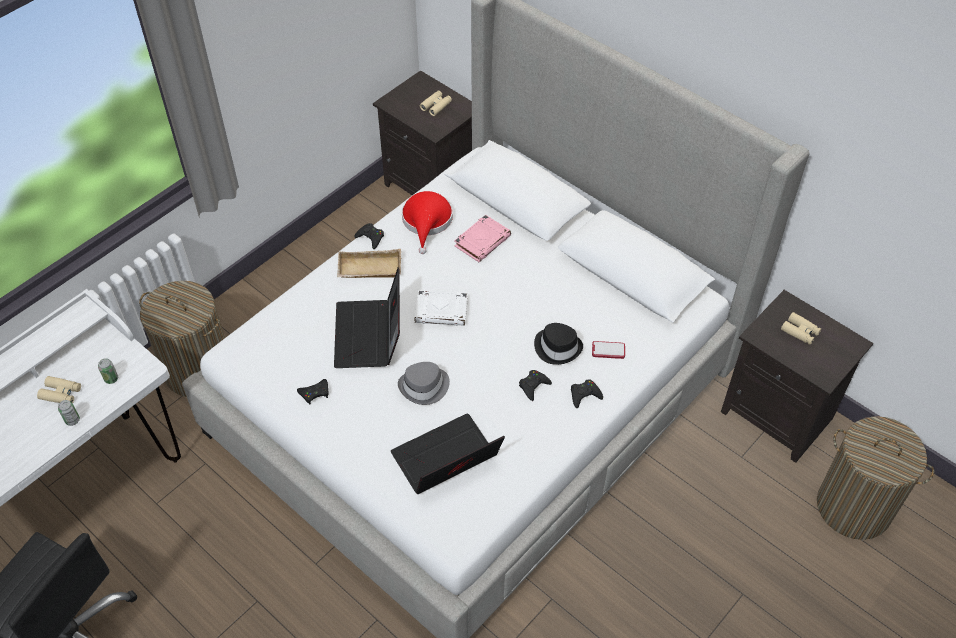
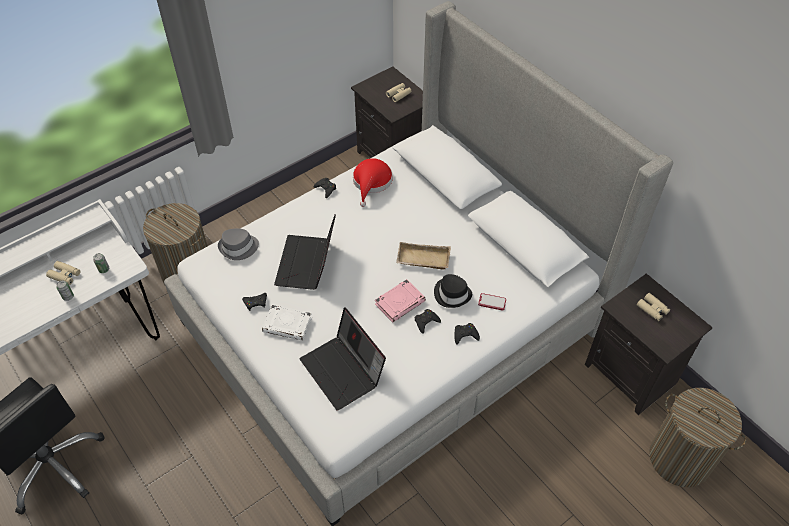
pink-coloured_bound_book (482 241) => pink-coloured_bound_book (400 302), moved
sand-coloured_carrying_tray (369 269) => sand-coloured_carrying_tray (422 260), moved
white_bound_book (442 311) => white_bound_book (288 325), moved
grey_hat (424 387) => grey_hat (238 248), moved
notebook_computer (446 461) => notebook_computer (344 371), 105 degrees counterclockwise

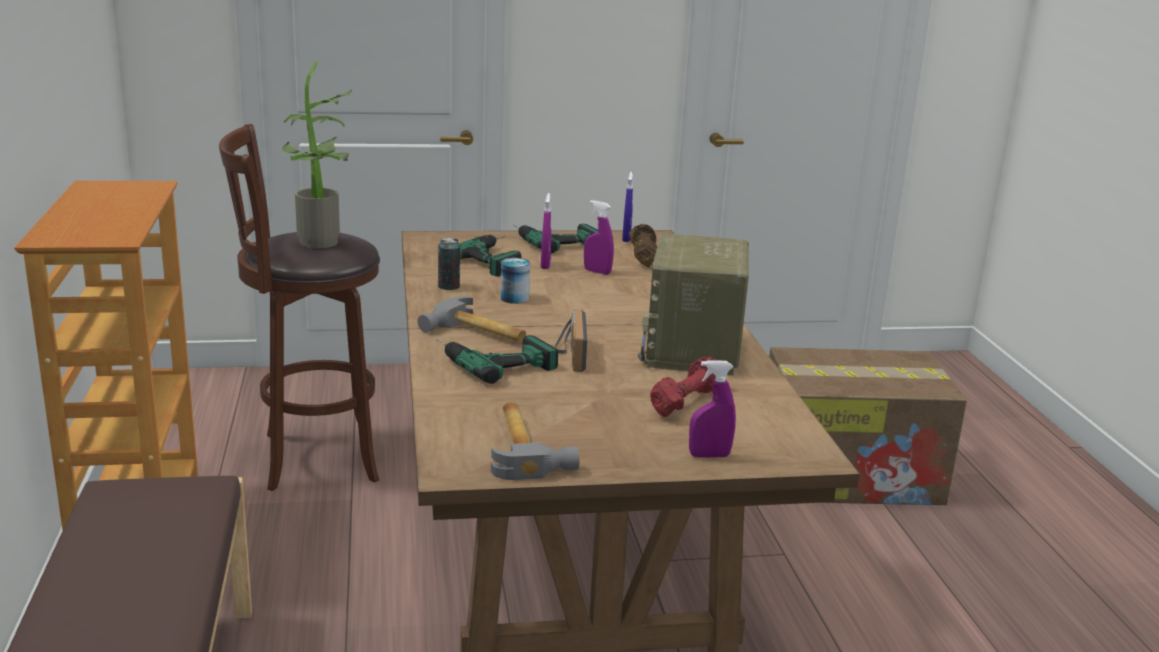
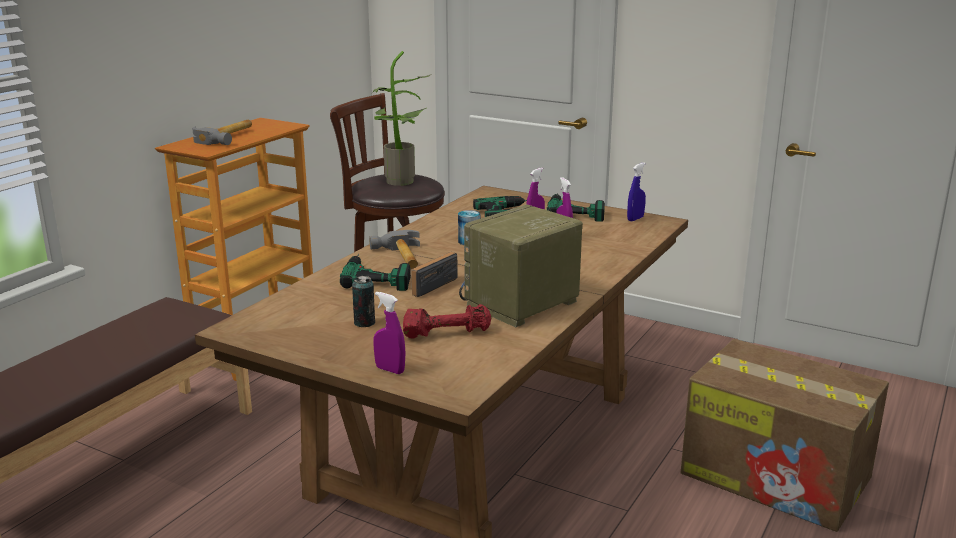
brownish_hand_weight (643 257) => nothing
metal_can (449 287) => metal_can (364 323), moved
hammer (526 447) => hammer (229 137), moved

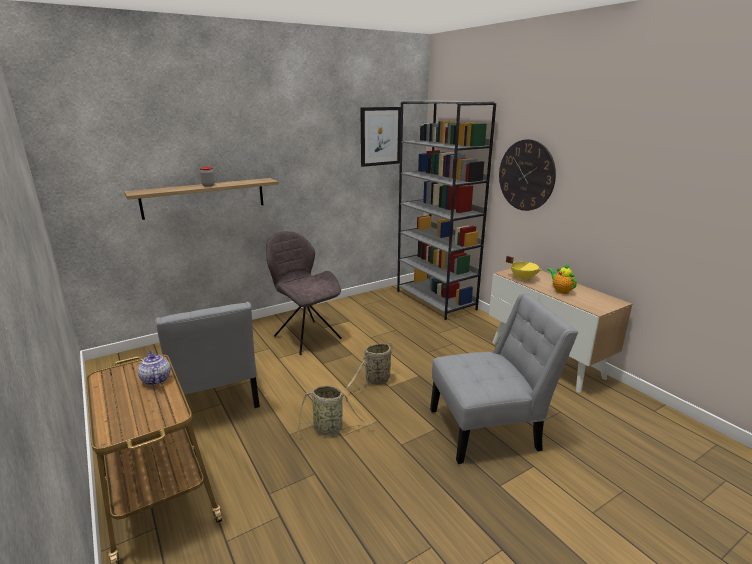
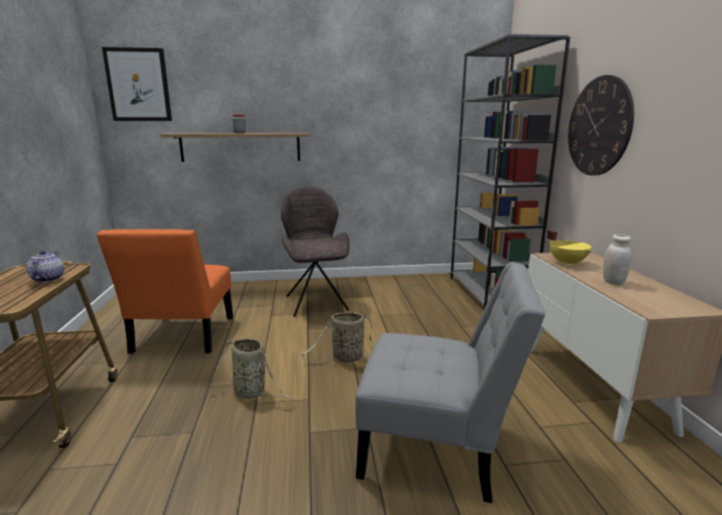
wall_picture (380 136) => wall_picture (138 85), moved
teapot (561 290) => white_preserve_jar (613 282)
grey_chair (215 399) => orange_chair (182 337)

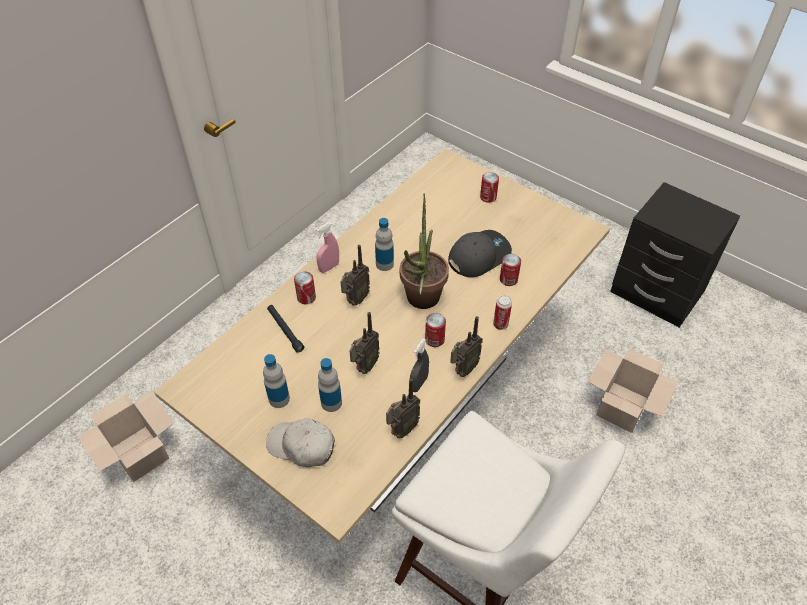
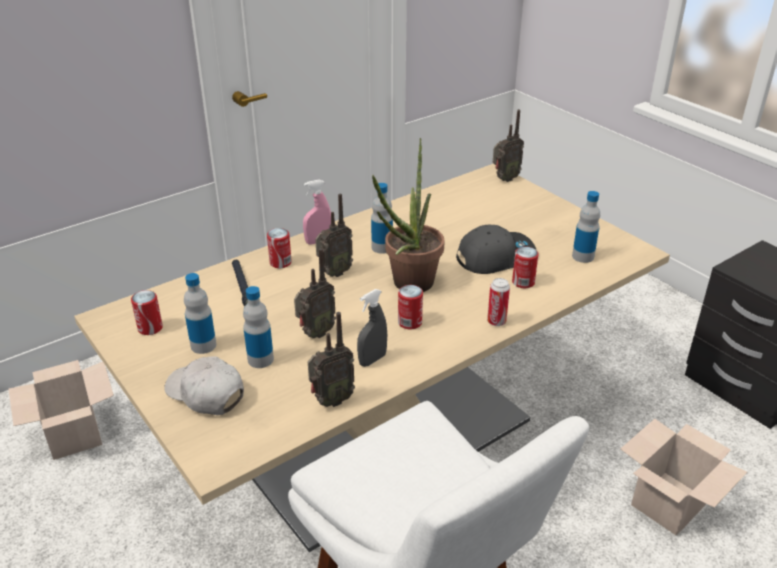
metal_can (488 197) => metal_can (150 328), moved
radio_receiver (463 370) => radio_receiver (504 179), moved
nothing => drink_bottle (583 256)

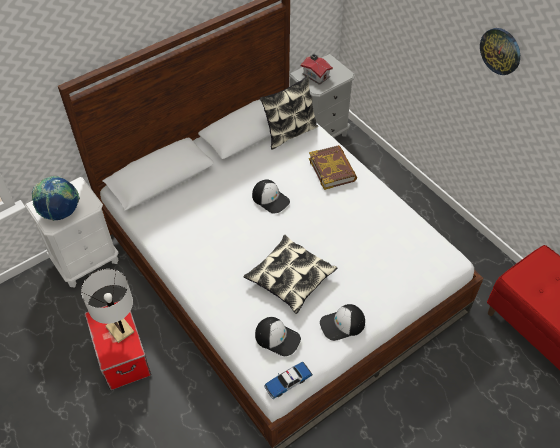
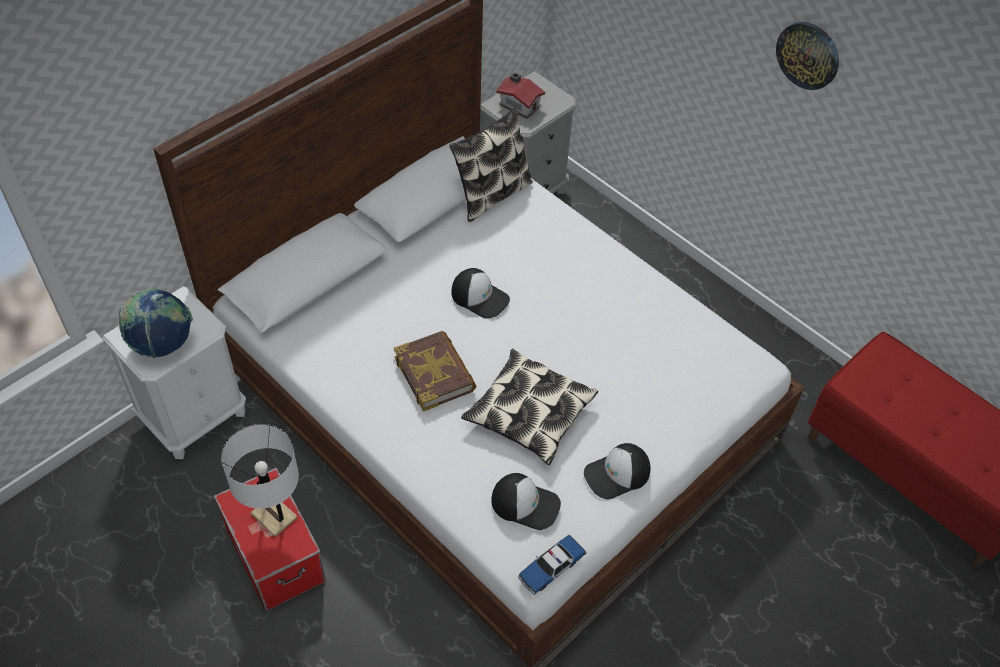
bound_book (332 170) => bound_book (435 374), moved

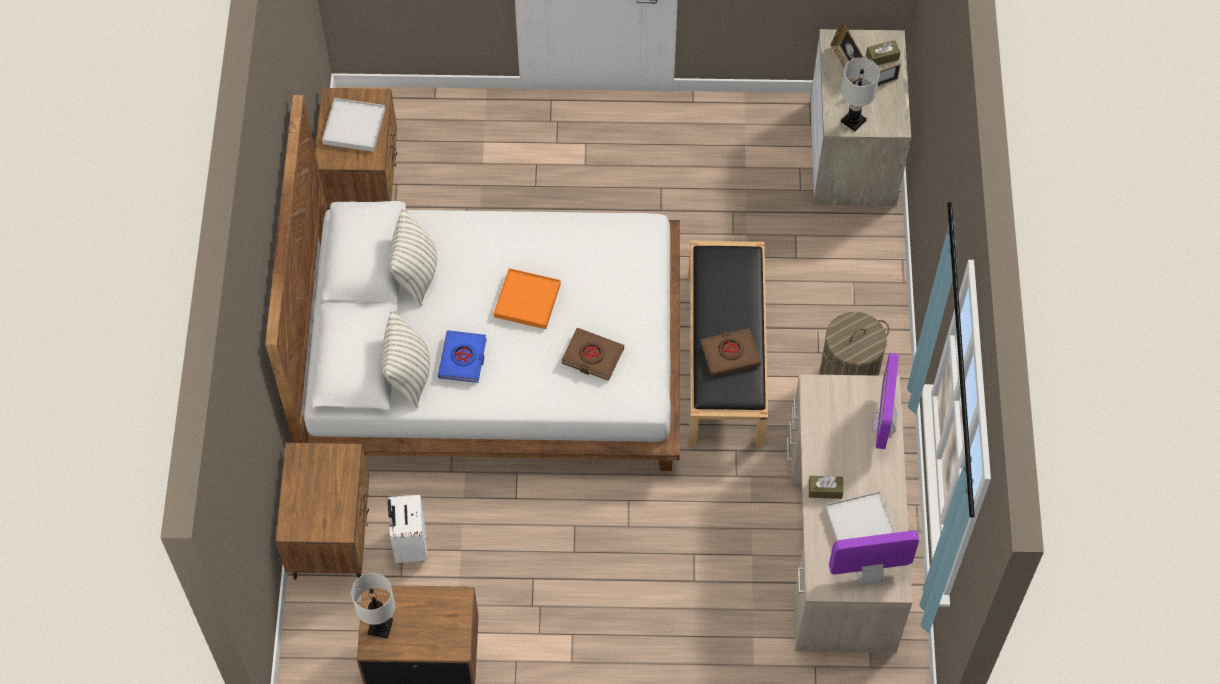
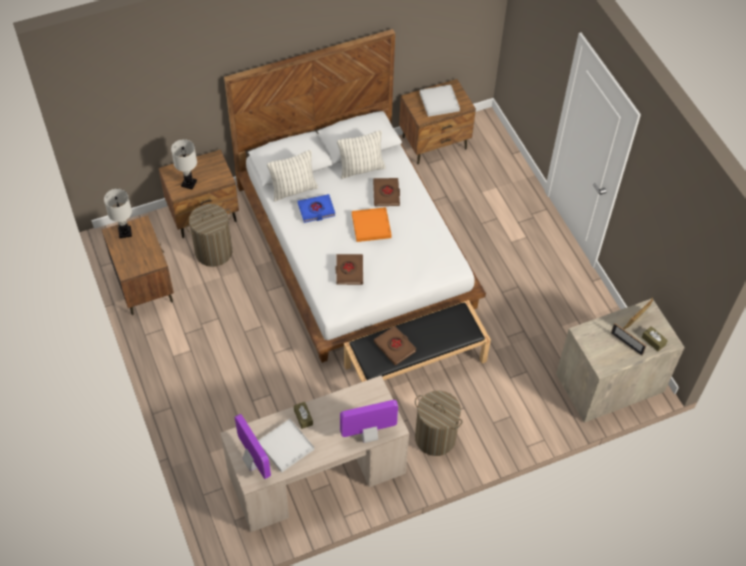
white_tabletop_lamp (853 120) => white_tabletop_lamp (189 183), moved
white_suitcase (409 545) => laundry_basket (214 252)
nothing => brownish_bound_book (386 194)

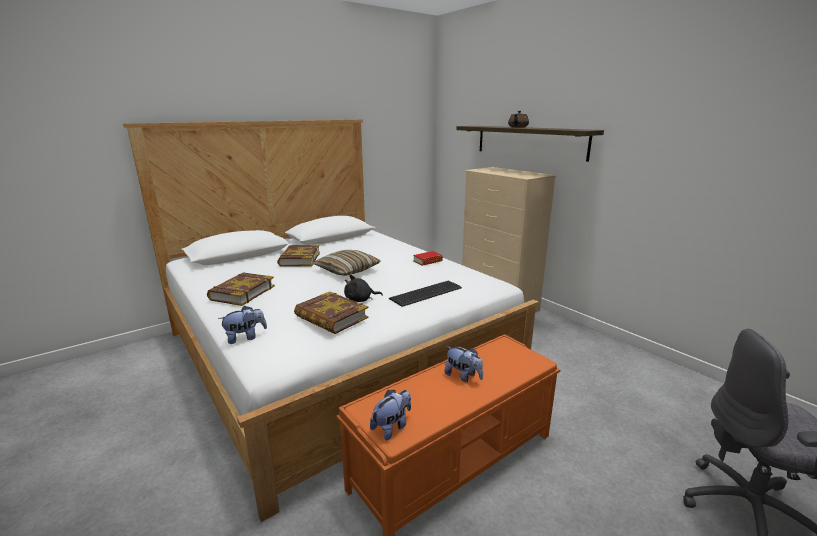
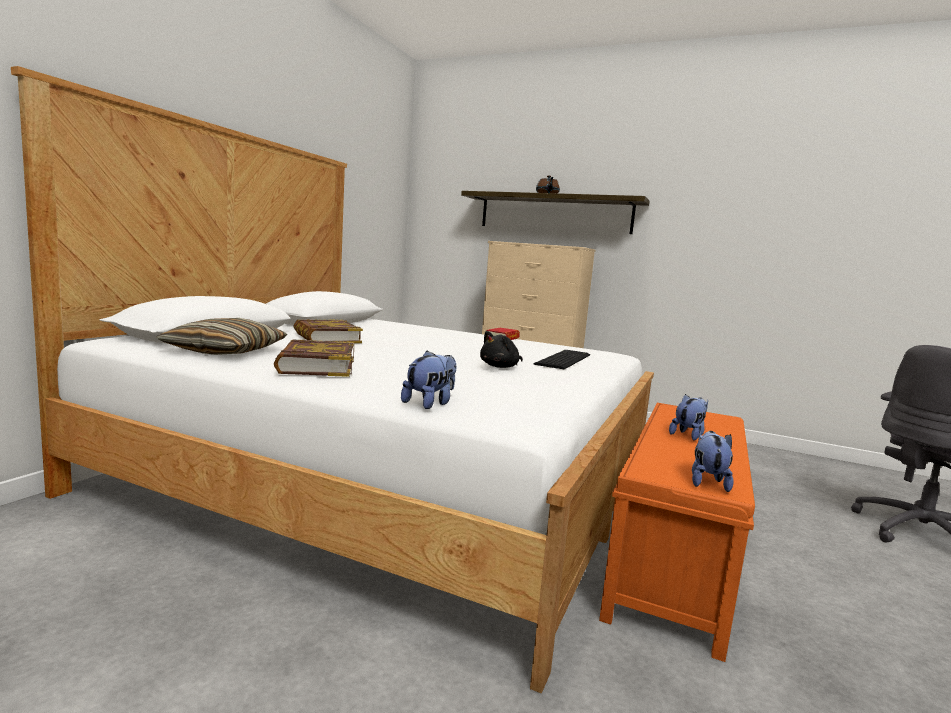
throw_pillow (347 270) => throw_pillow (225 351), moved
bound_book (331 317) => nothing
soft_toy (463 376) => soft_toy (688 435), 60 degrees counterclockwise

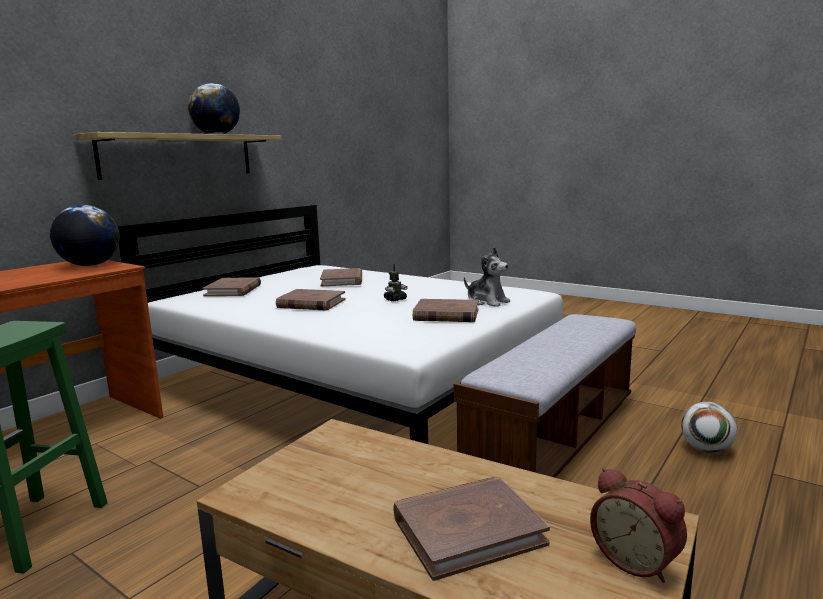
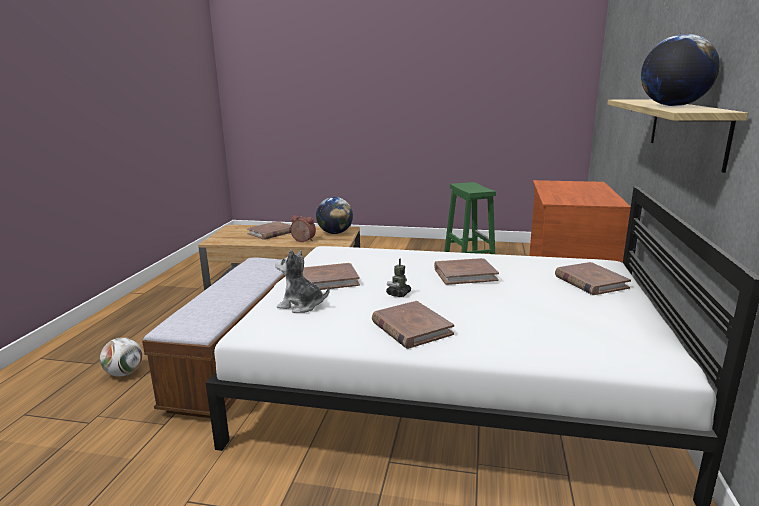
world_globe (90 265) => world_globe (335 233), moved
brownish_bound_book (342 280) => brownish_bound_book (411 328), moved
alarm_clock (637 560) => alarm_clock (302 241), moved

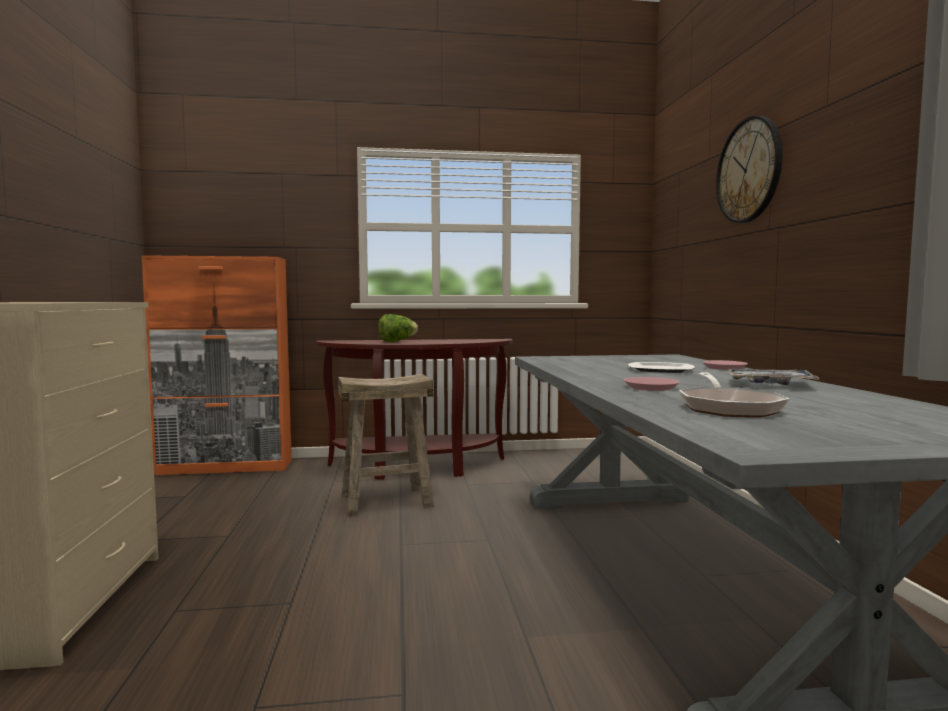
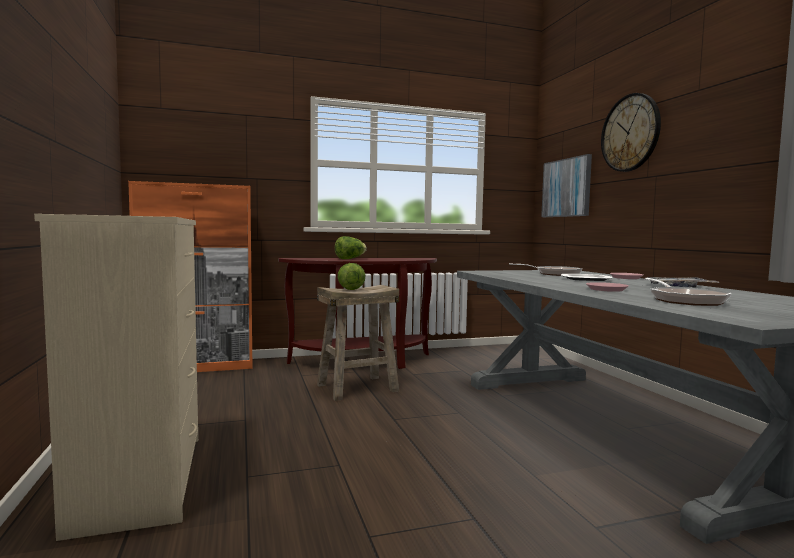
nothing => wall_picture (566 188)
nothing => head_of_lettuce (350 289)
nothing => skillet (554 274)

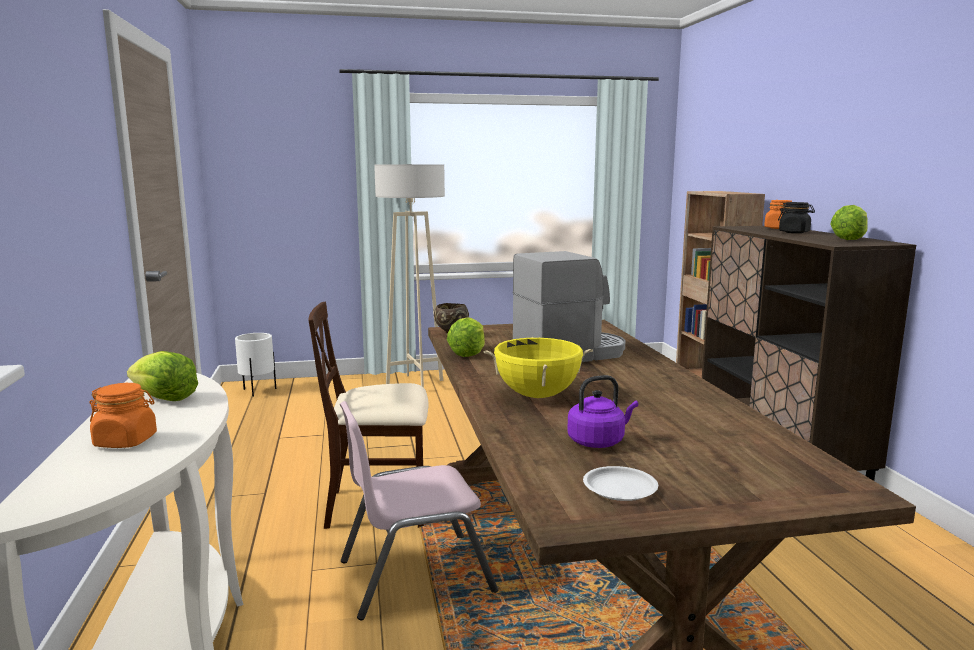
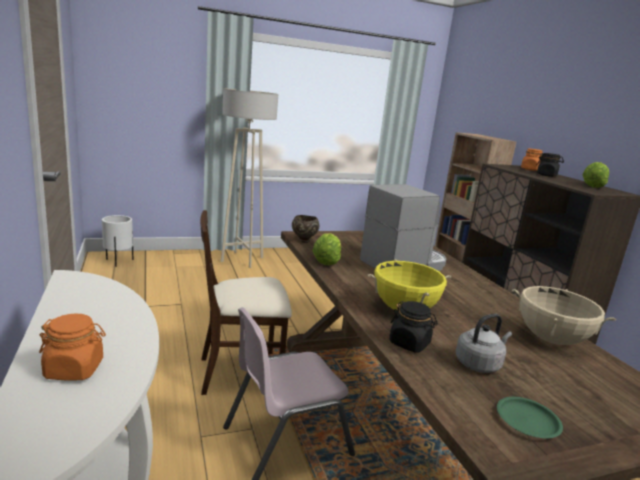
head_of_lettuce (164 398) => nothing
purple_kettle (598 441) => grey_kettle (479 364)
white_flat_dish (619 488) => green_flat_dish (527 421)
nothing => sand-coloured_cooking_pot (551 339)
nothing => black_preserve_jar (409 343)

